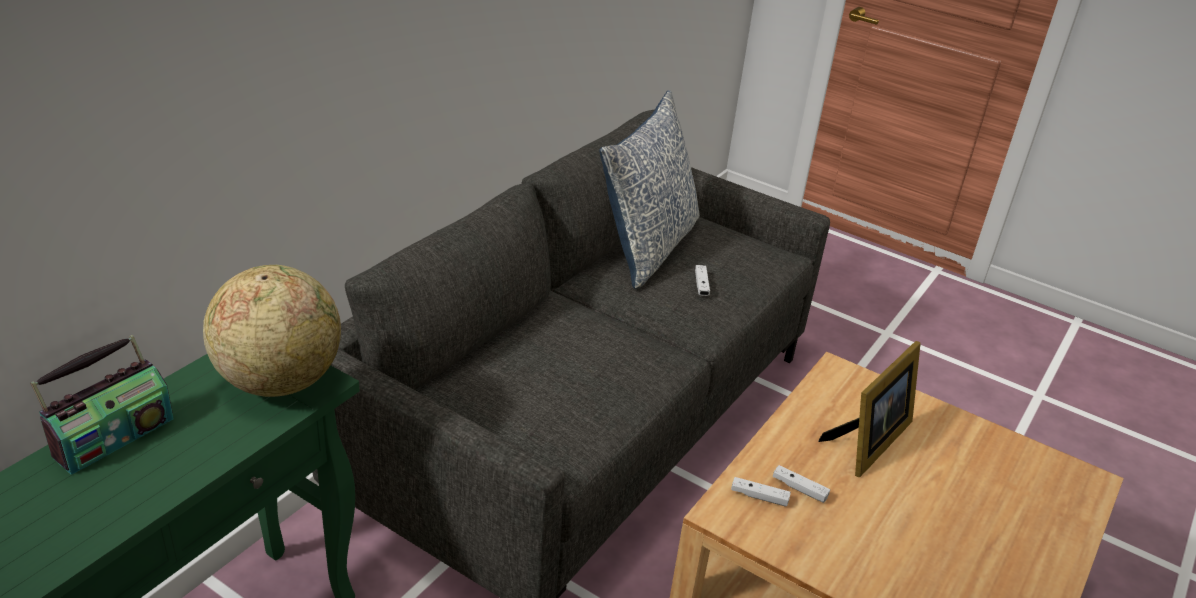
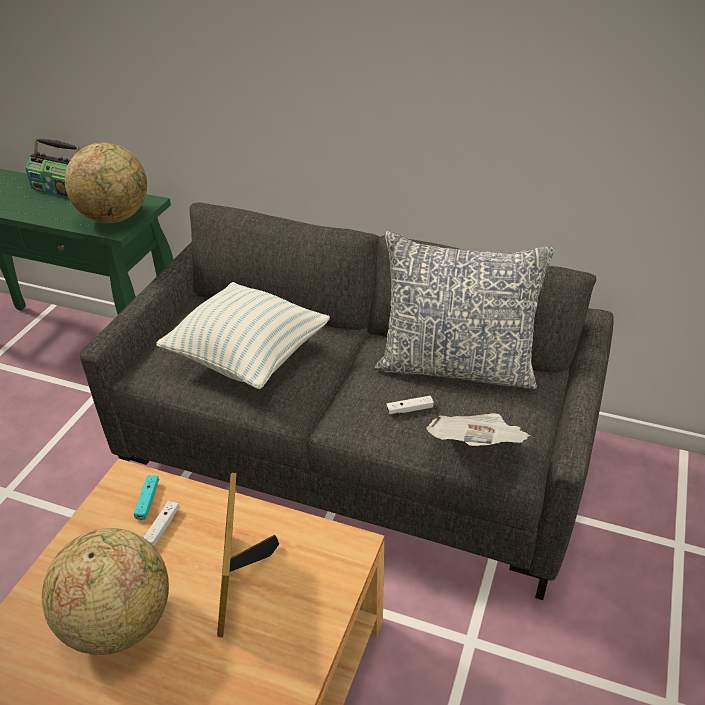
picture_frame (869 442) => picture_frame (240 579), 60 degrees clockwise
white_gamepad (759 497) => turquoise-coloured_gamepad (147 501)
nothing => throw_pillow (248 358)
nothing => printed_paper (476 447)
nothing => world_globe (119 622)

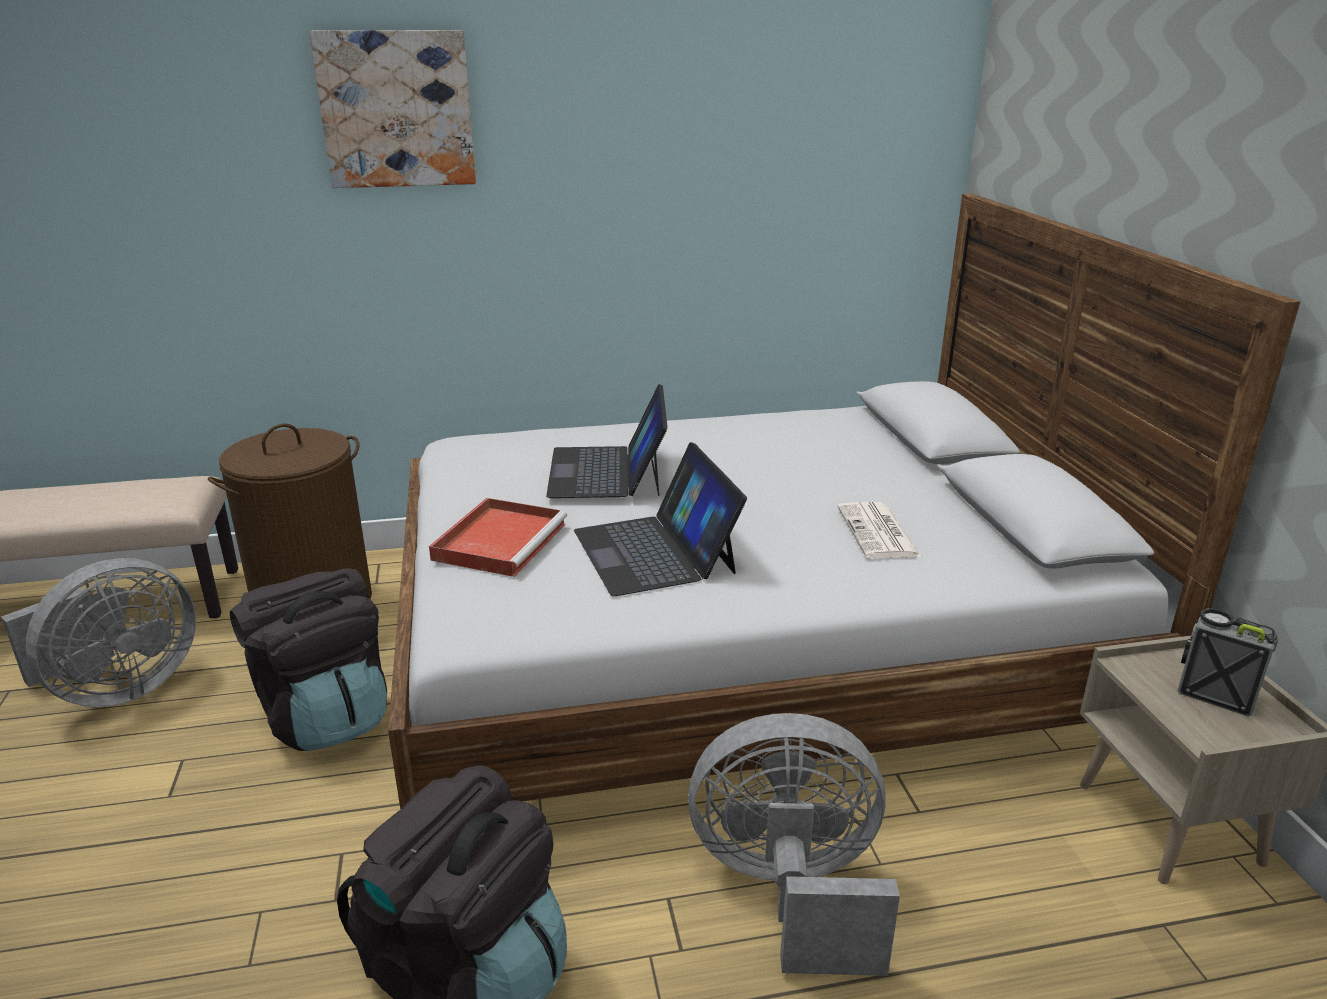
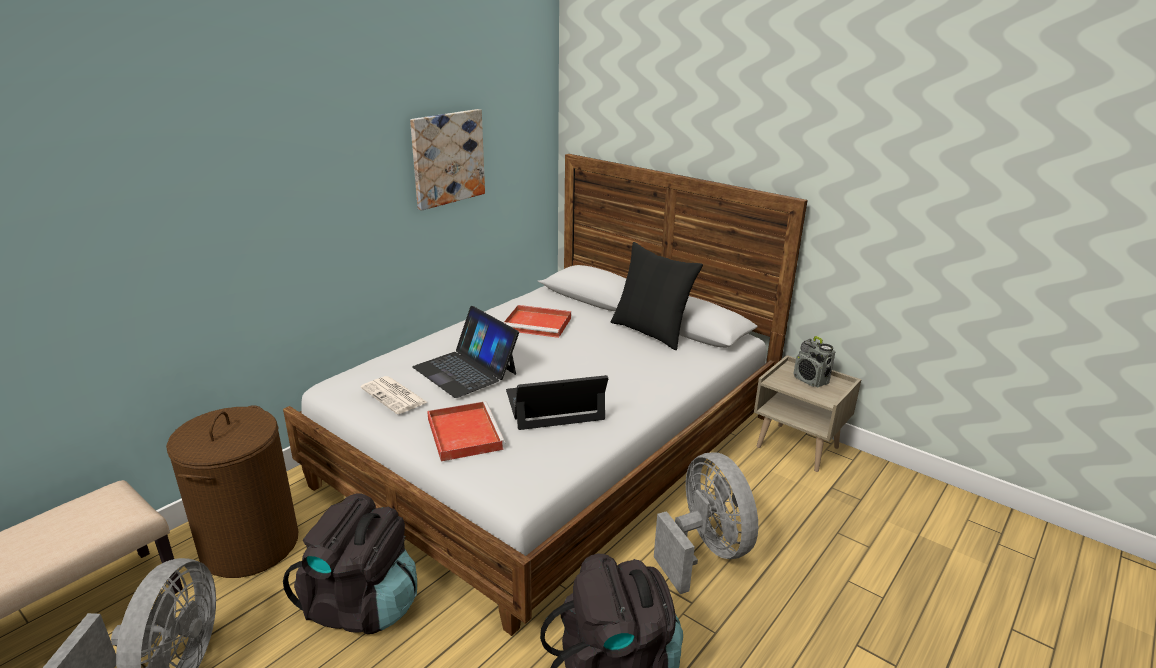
wall_picture (396 110) => wall_picture (447 158), moved
notebook_computer (655 551) => notebook_computer (554 405), 135 degrees clockwise
printed_paper (879 533) => printed_paper (395 396), moved
radio_receiver (1215 694) => radio_receiver (811 380), 120 degrees counterclockwise
grey_cooling_fan (790 891) => grey_cooling_fan (704 551), 105 degrees clockwise
nothing => black_throw_pillow (650 332)
nothing => red_carrying_tray (539 324)

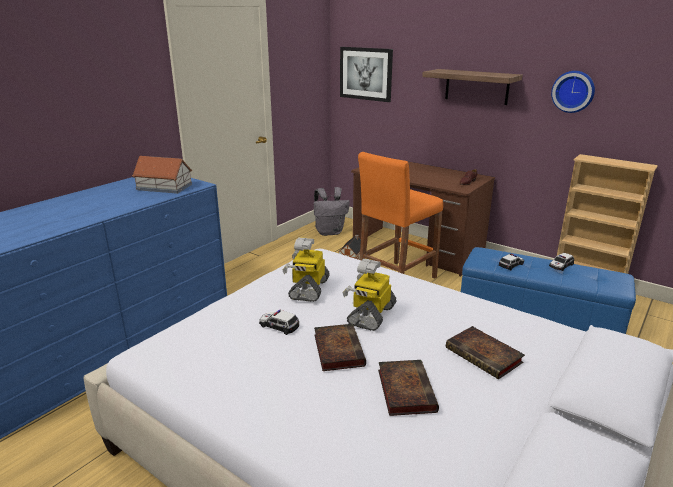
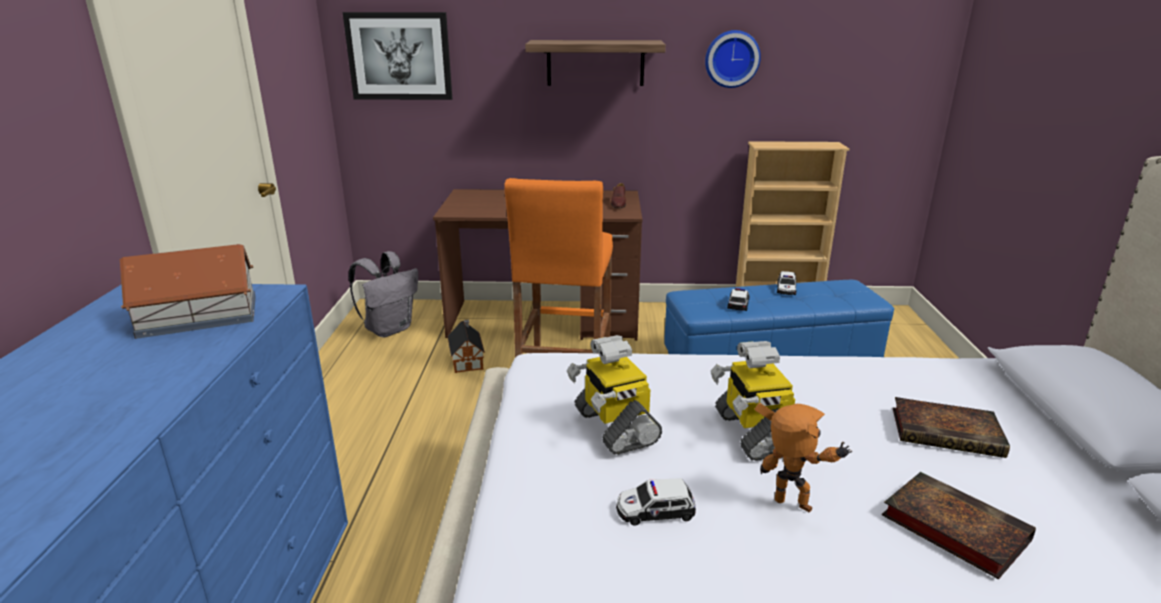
bound_book (337 349) => robot_figure (791 509)

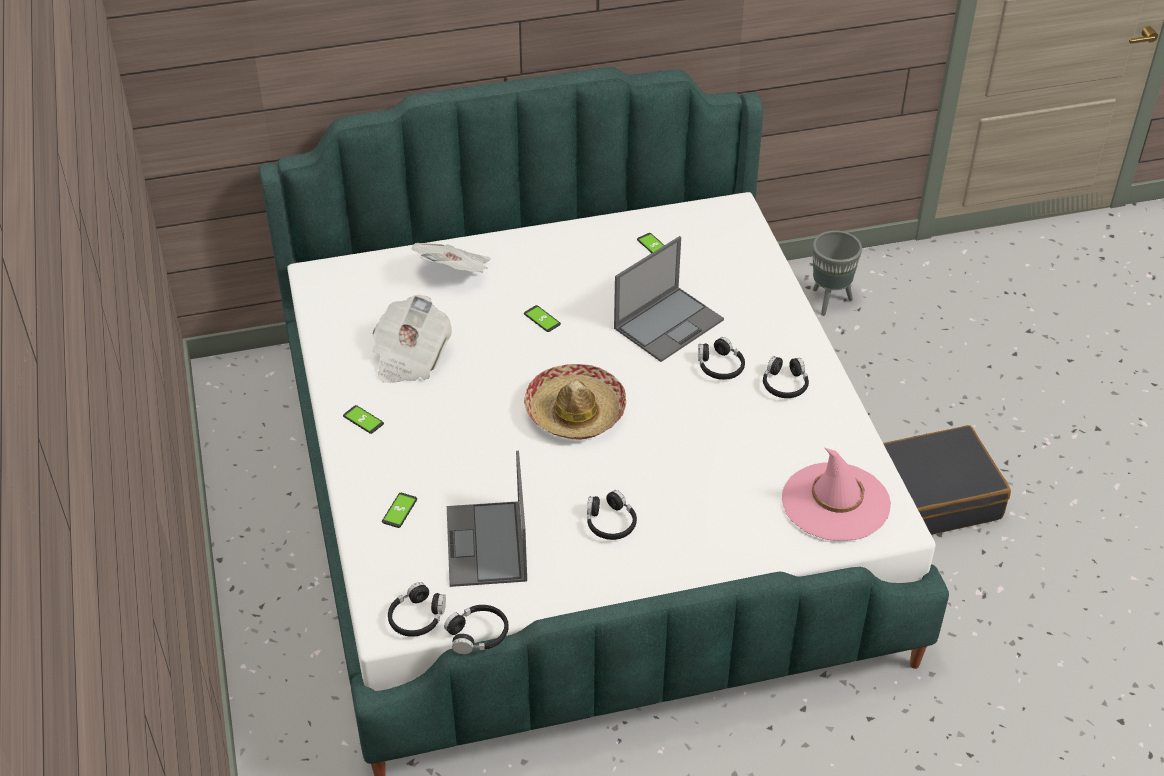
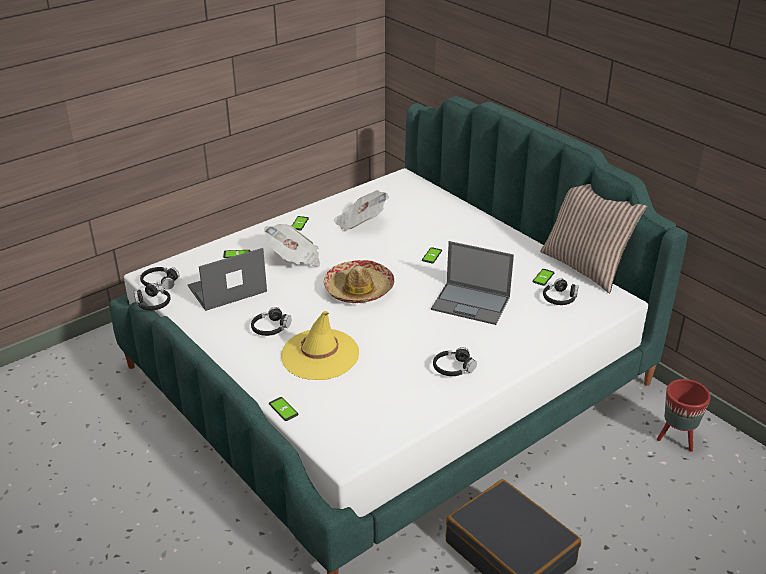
grey_planter (829 301) => red_planter (676 439)
printed_paper (455 273) => printed_paper (295 259), moved
black_headphones (720 366) => black_headphones (560 298), moved
pink-coloured_hat (835 502) => nothing
nothing => throw_pillow (585 267)
nothing => yellow_hat (320 355)
nothing => telephone (283 409)

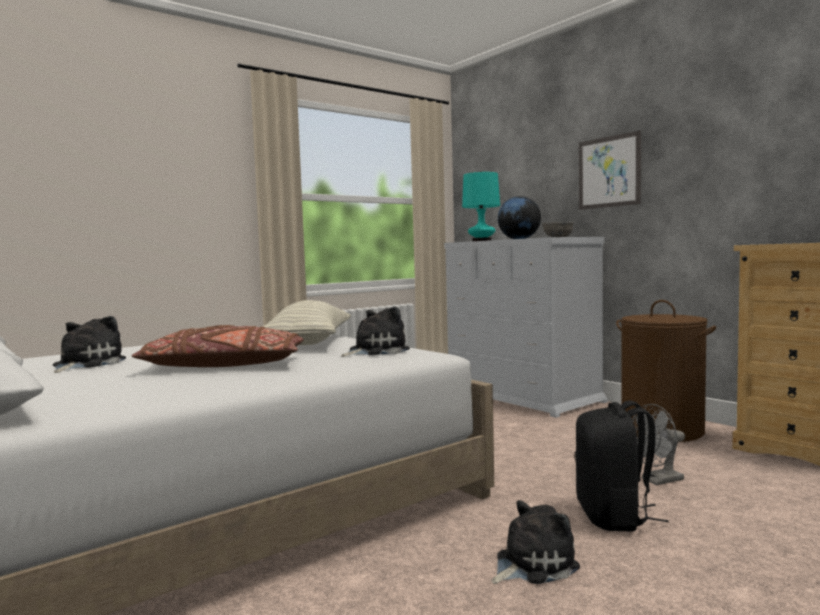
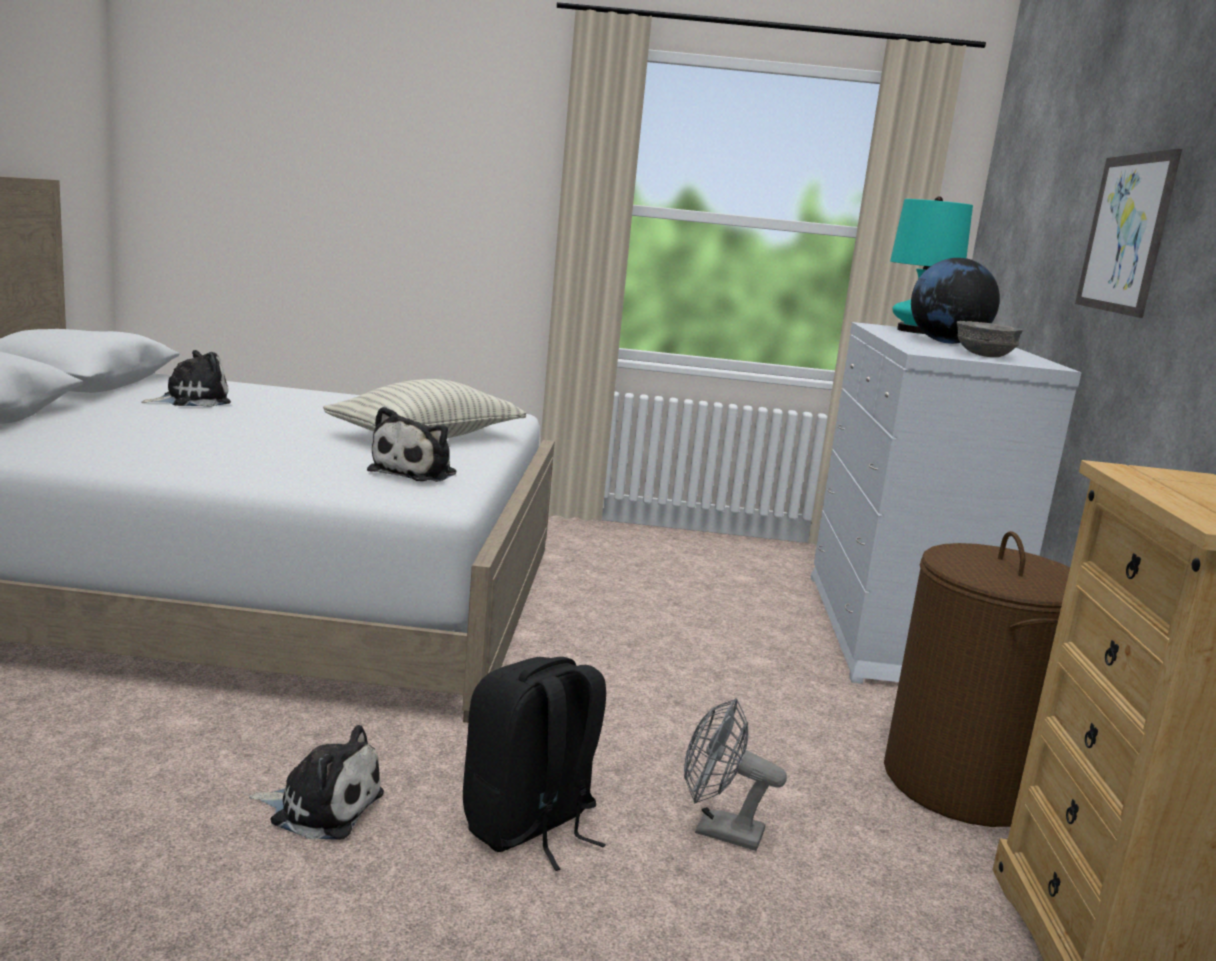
soft_toy (375 351) => soft_toy (416 472), 105 degrees clockwise
brownish_throw_pillow (225 366) => nothing

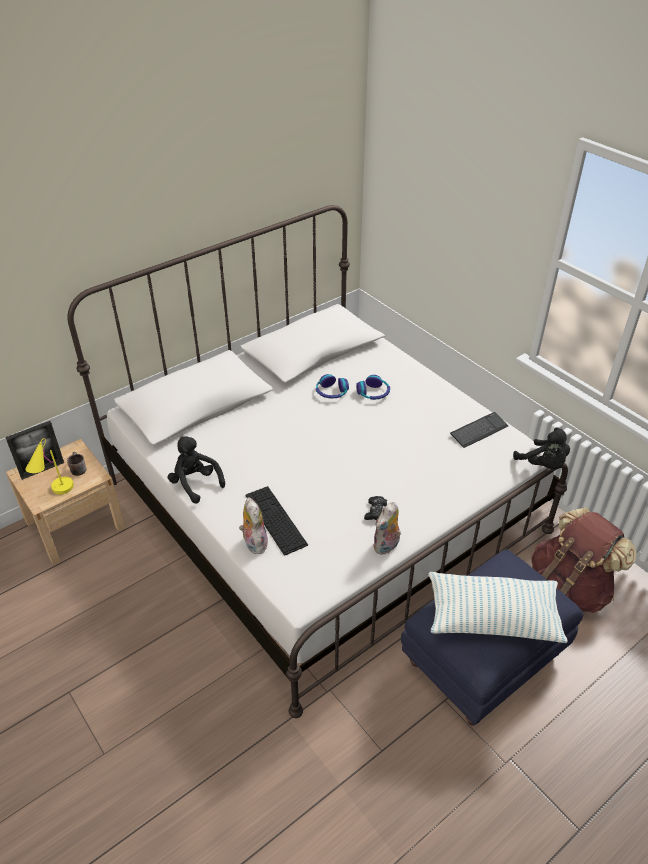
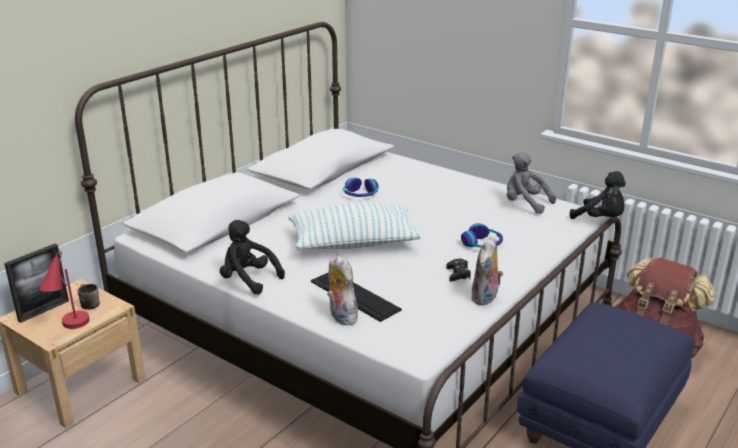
headphones (373 393) => headphones (482 244), moved
PC_keyboard (479 431) => grey_soft_toy (525 204)
yellow_tabletop_lamp (55 493) => red_tabletop_lamp (69 328)
throw_pillow (492 617) => throw_pillow (353 243), moved

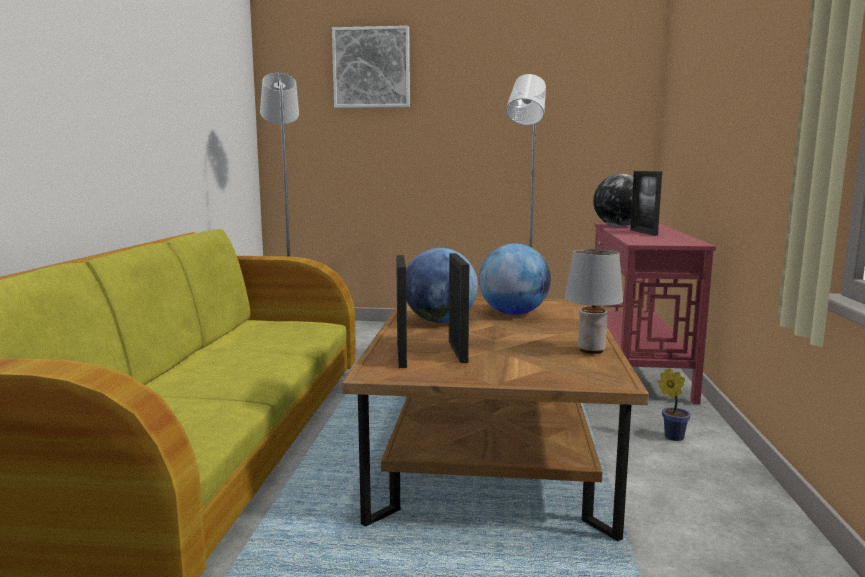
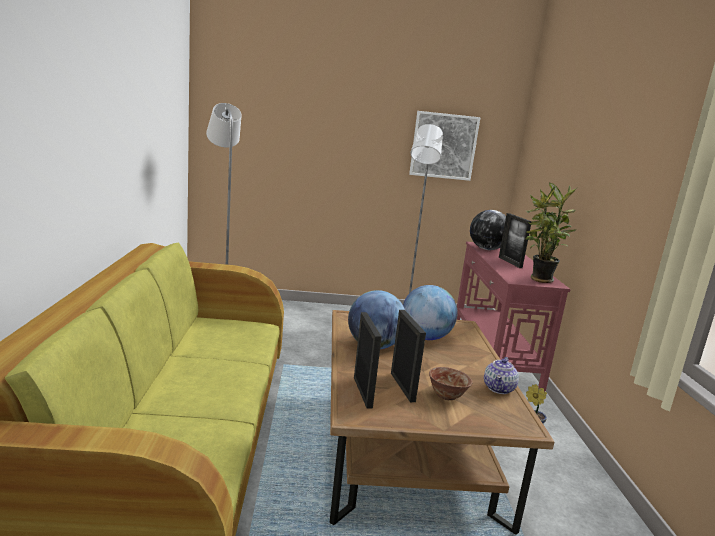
wall_picture (371 68) => wall_picture (443 146), moved
grey_tabletop_lamp (592 350) => teapot (499 388)
nothing => houseplant (539 280)
nothing => bowl (446 395)

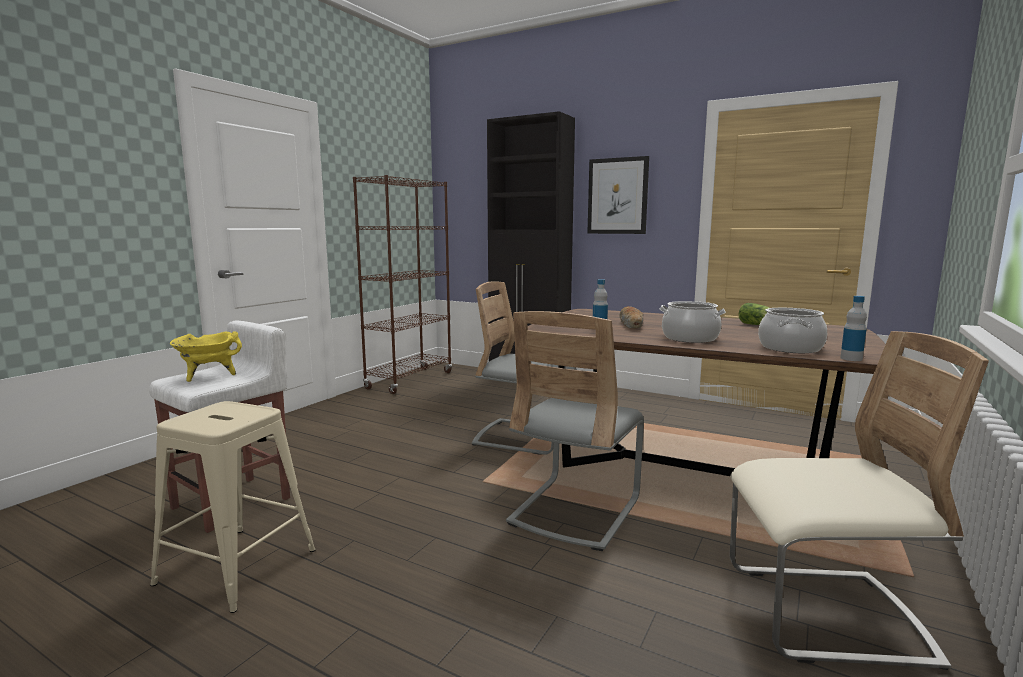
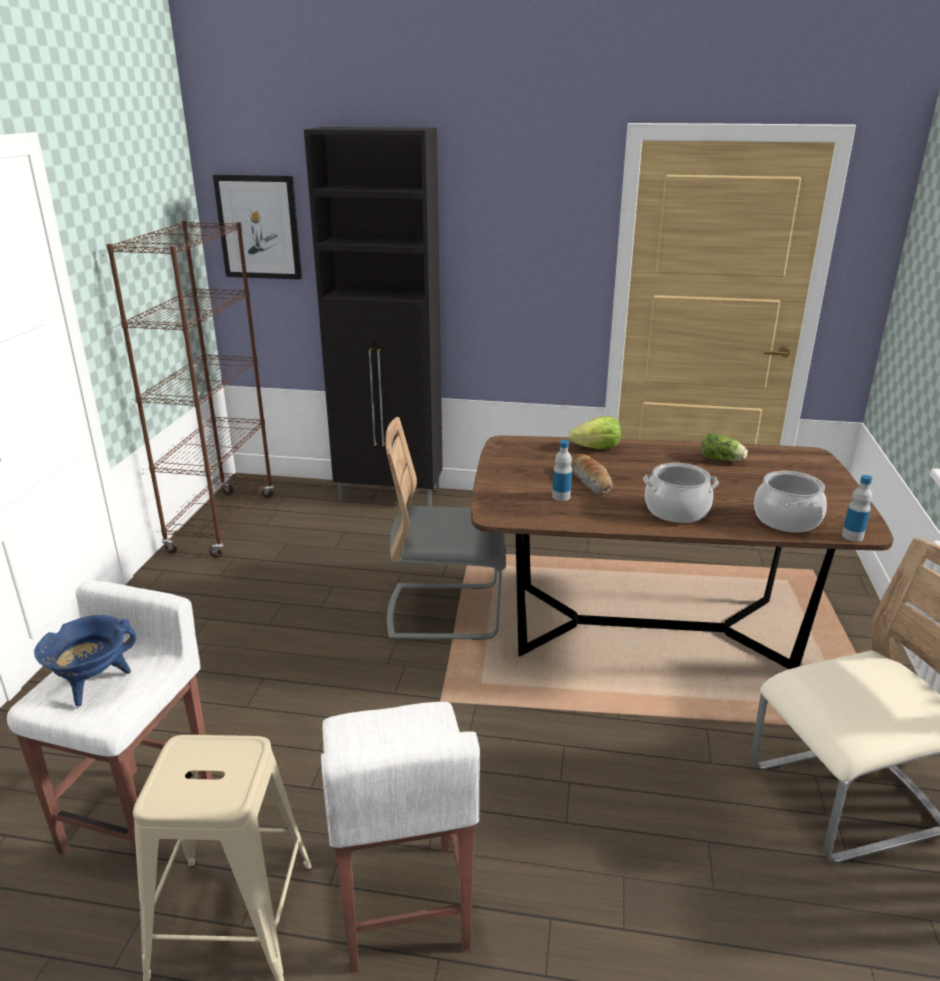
wall_picture (617 196) => wall_picture (259 227), moved
grey_chair (575 511) => nothing
yellow_cooking_pot (208 376) => blue-coloured_cooking_pot (93 684)
nothing => head_of_lettuce (597 448)
nothing => white_stool_seat (402 906)

